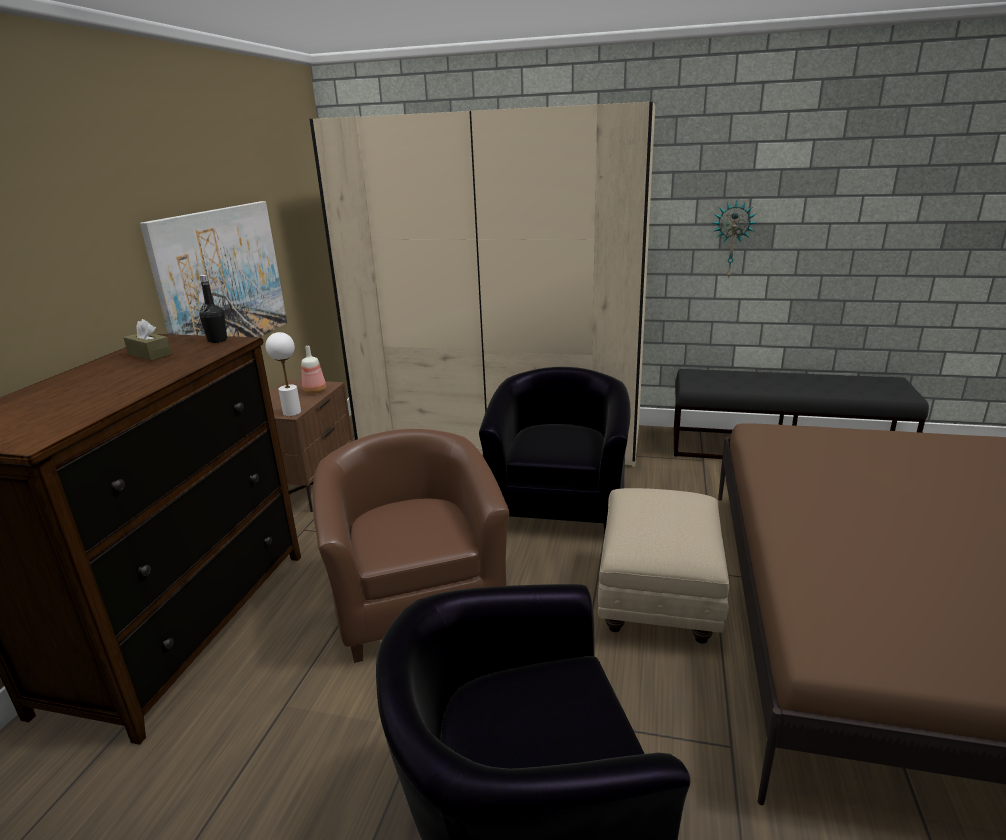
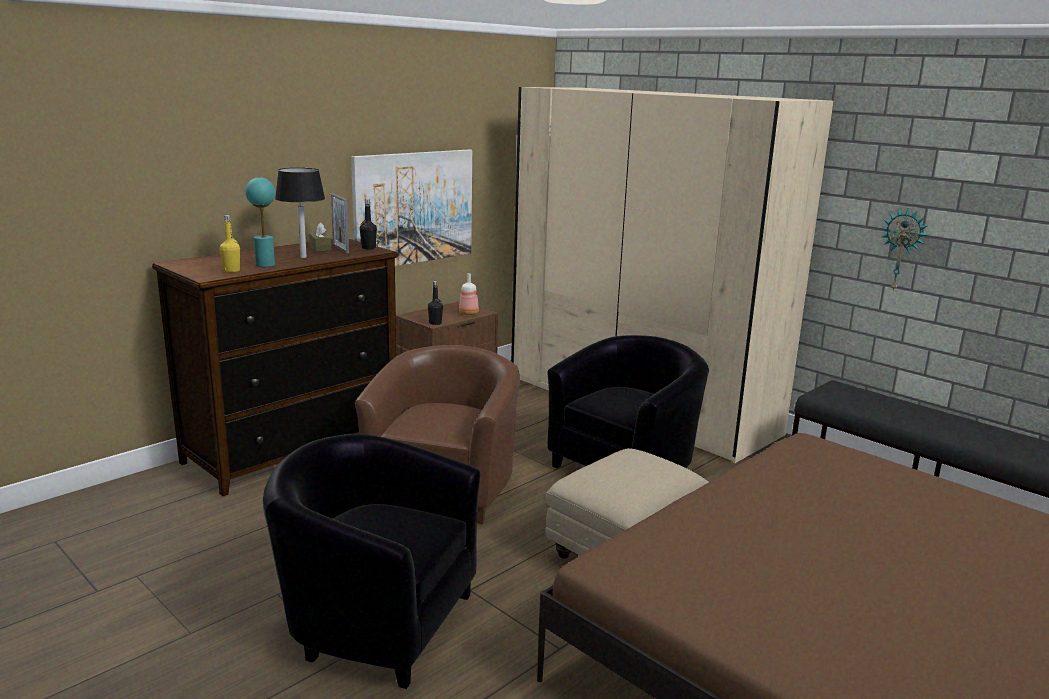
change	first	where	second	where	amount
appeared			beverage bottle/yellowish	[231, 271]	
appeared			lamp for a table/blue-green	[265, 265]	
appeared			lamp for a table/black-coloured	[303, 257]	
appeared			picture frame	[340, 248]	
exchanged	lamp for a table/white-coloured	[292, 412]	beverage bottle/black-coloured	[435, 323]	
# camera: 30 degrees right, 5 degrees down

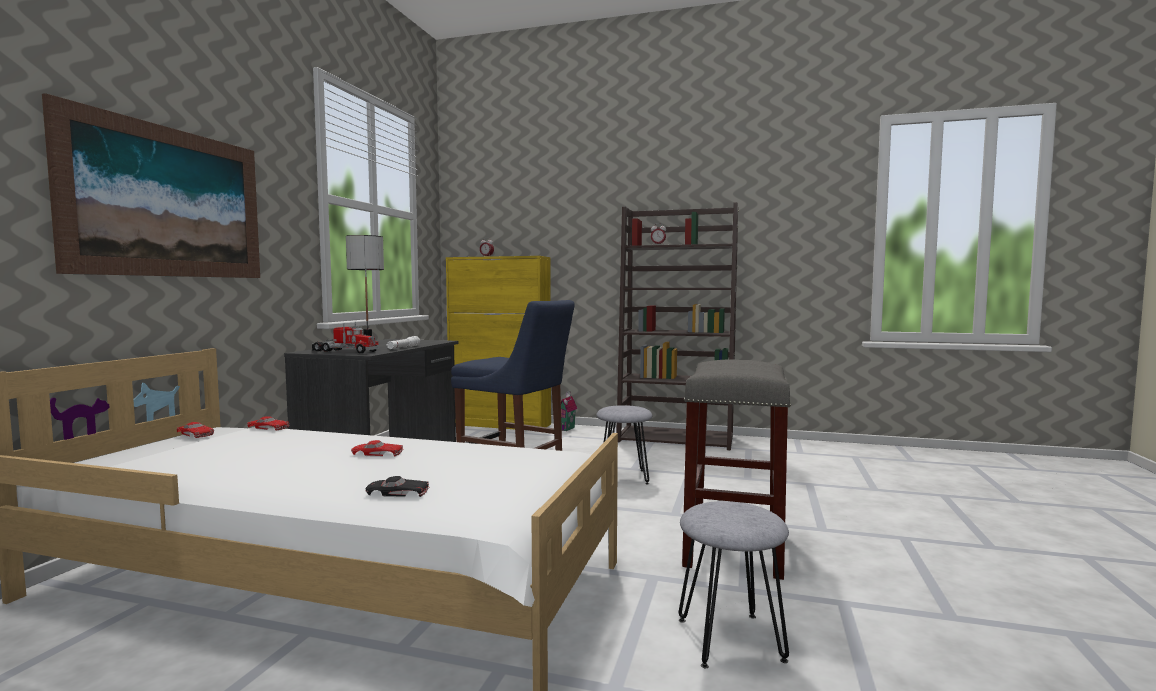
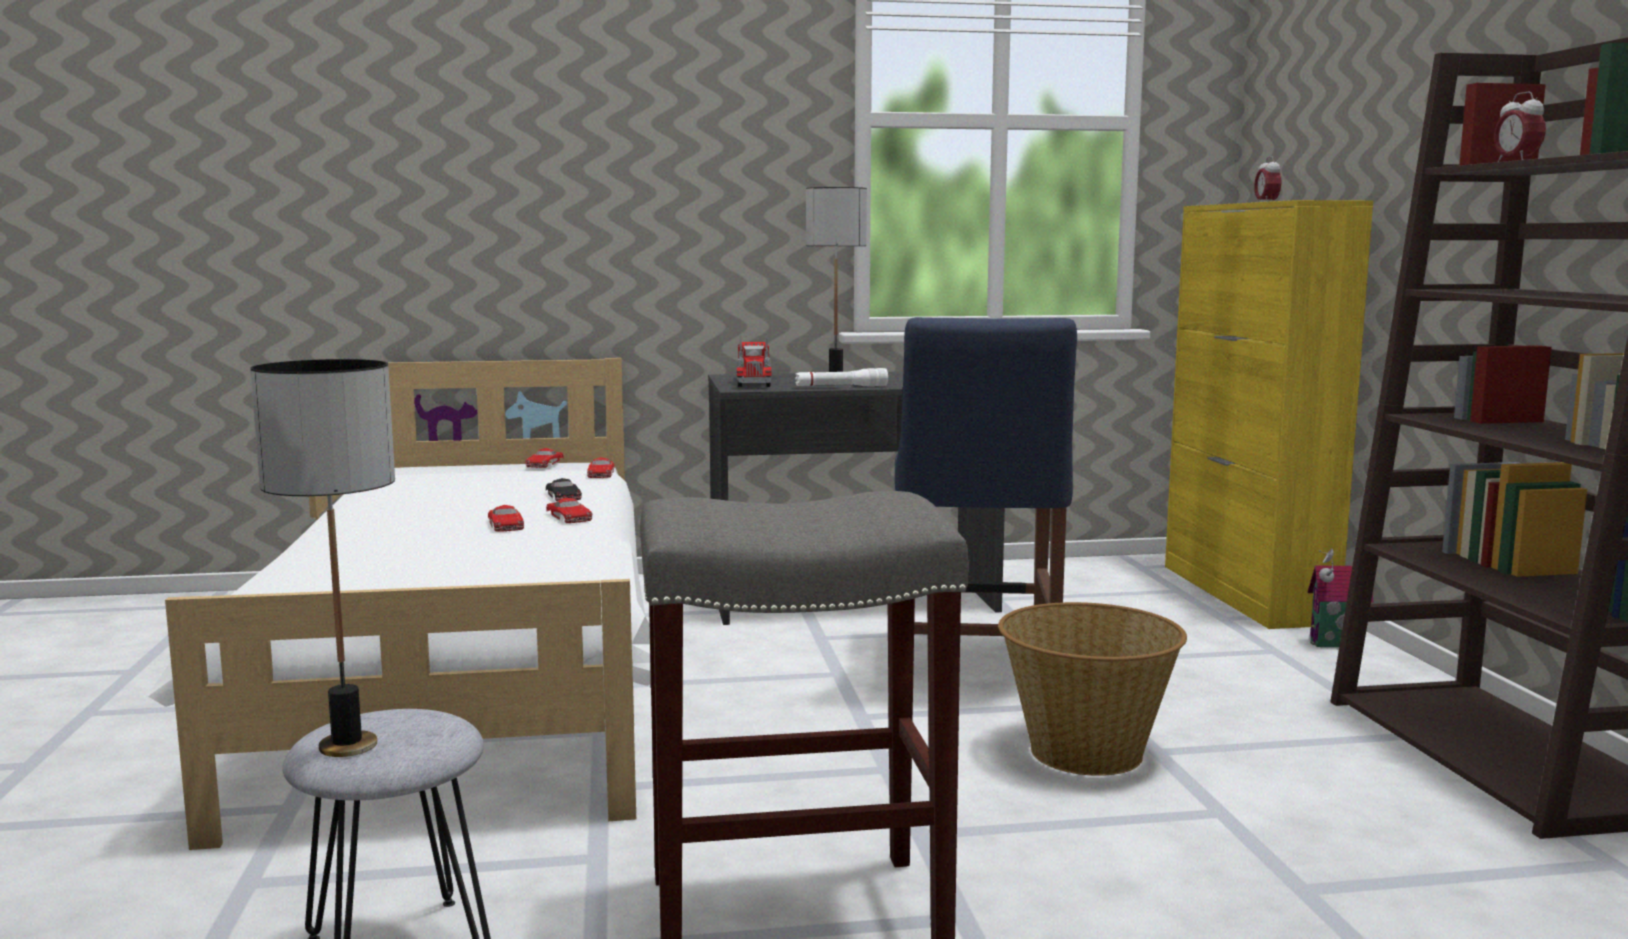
change	first	where	second	where	amount
appeared			lamp for a table	[347, 746]	
relocated	miniature car/black-coloured	[397, 493]		[563, 496]	
appeared			miniature car/red-coloured	[569, 517]	
exchanged	stool seat/gray	[623, 477]	basket	[1086, 752]	
missing	wall picture	[169, 202]			
# camera: 65 degrees right, 5 degrees up

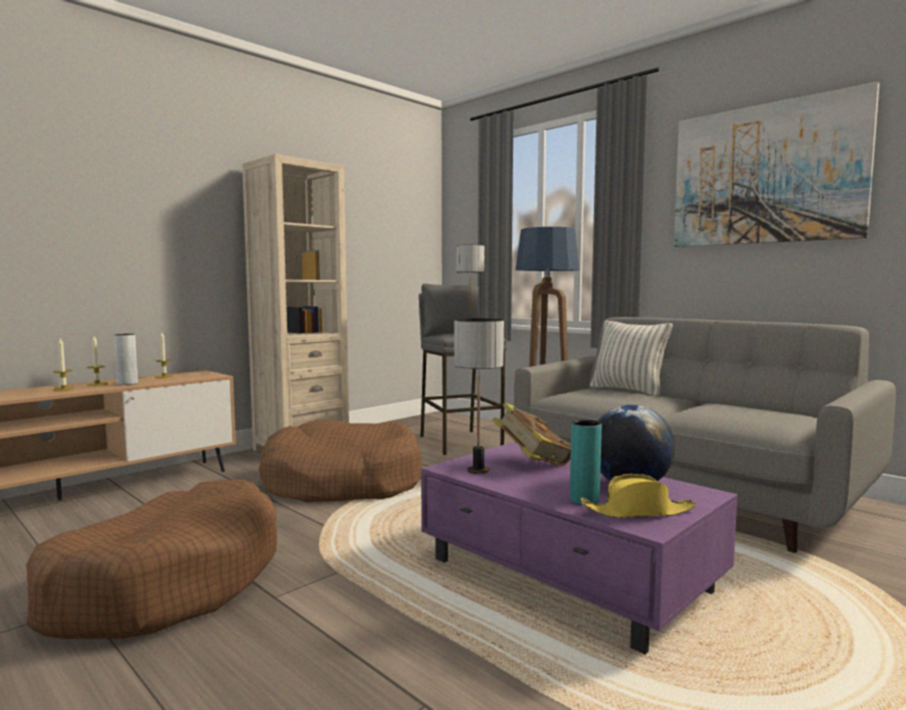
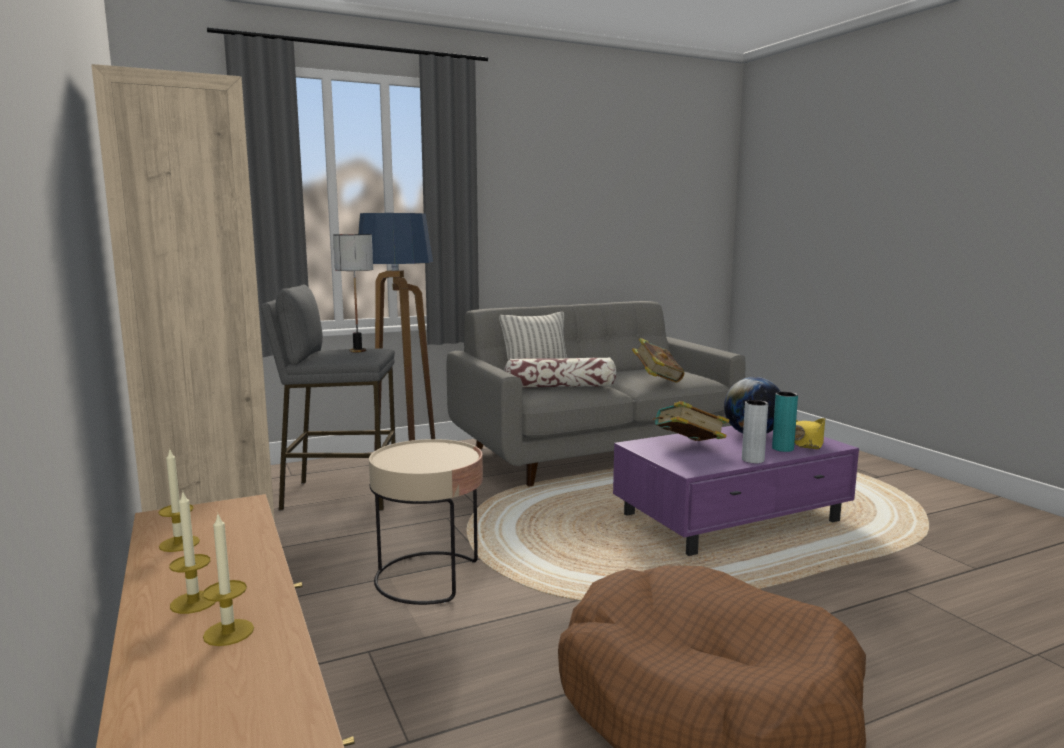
change	first	where	second	where	amount
exchanged	pet bed/brown	[342, 482]	side table/beige	[429, 577]	
appeared			pillow	[560, 386]	
appeared			book	[657, 380]	
relocated	decorative vase/gray	[127, 383]		[753, 460]	
missing	lamp for a table	[477, 471]			
missing	wall picture	[766, 174]			
# camera: 70 degrees left, 5 degrees up

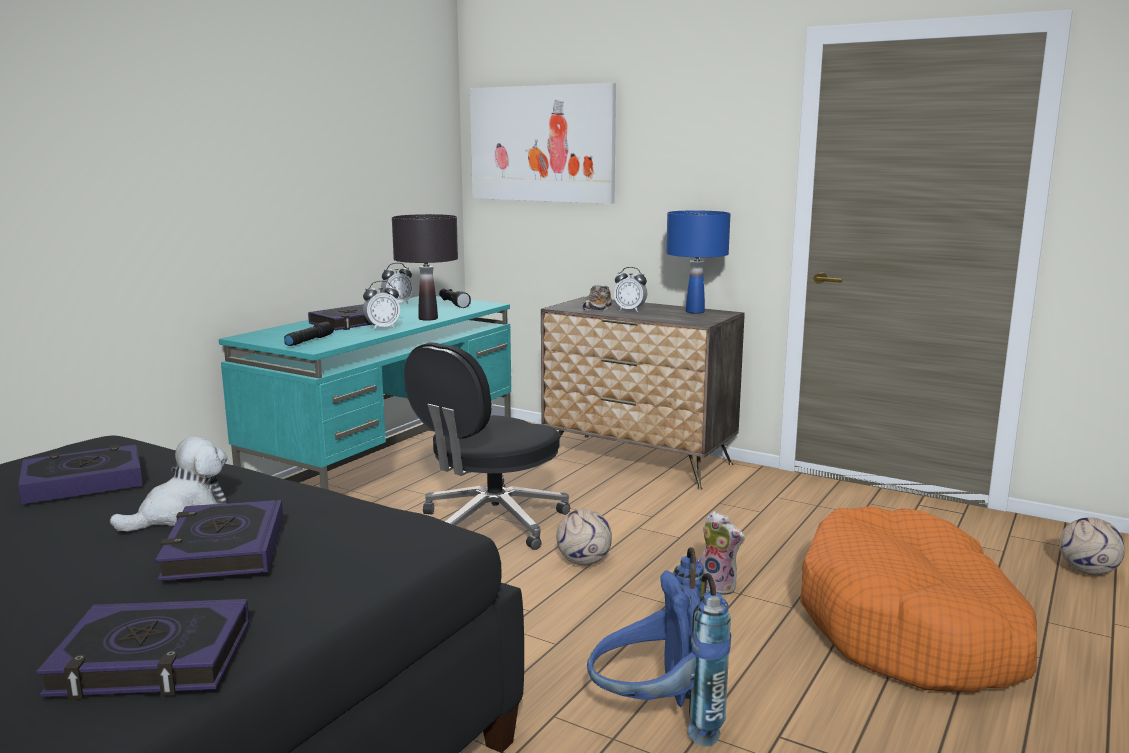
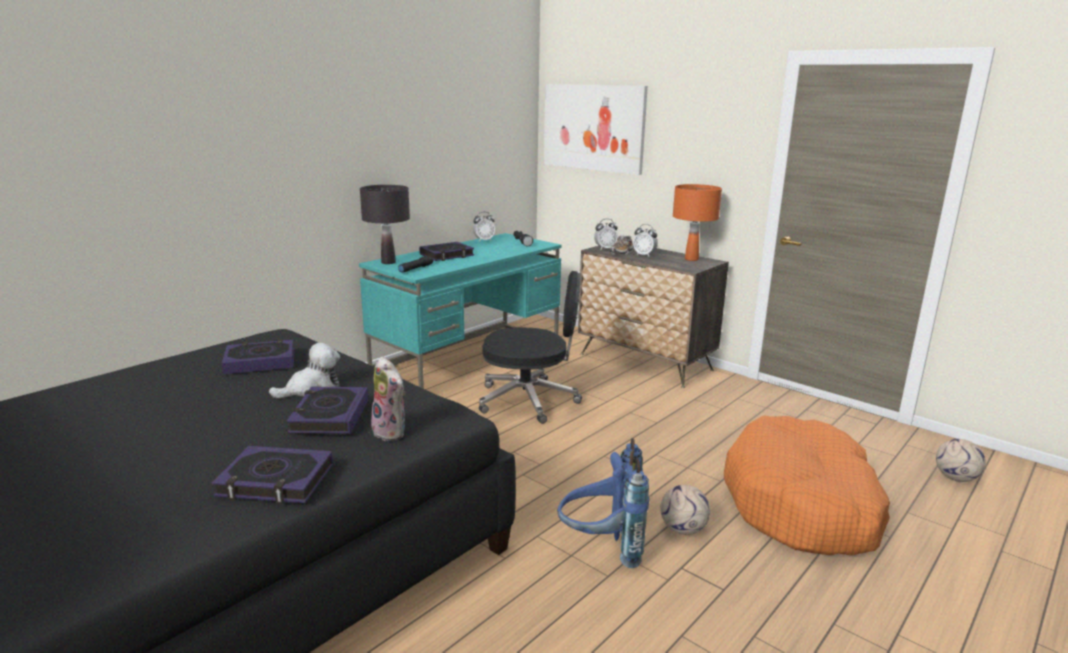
change	first	where	second	where	amount
relocated	lamp for a table/black-coloured	[428, 318]		[388, 262]	
relocated	soft toy	[719, 586]		[392, 432]	
spun	computer chair/black-coloured	[491, 523]		[529, 400]	135 degrees counterclockwise
relocated	bedside clock	[382, 328]		[605, 248]	
relocated	football ball	[584, 562]		[683, 529]	
colour	lamp for a table/blue	[695, 312]	lamp for a table/orange	[691, 259]	
# camera: 10 degrees right, 5 degrees up

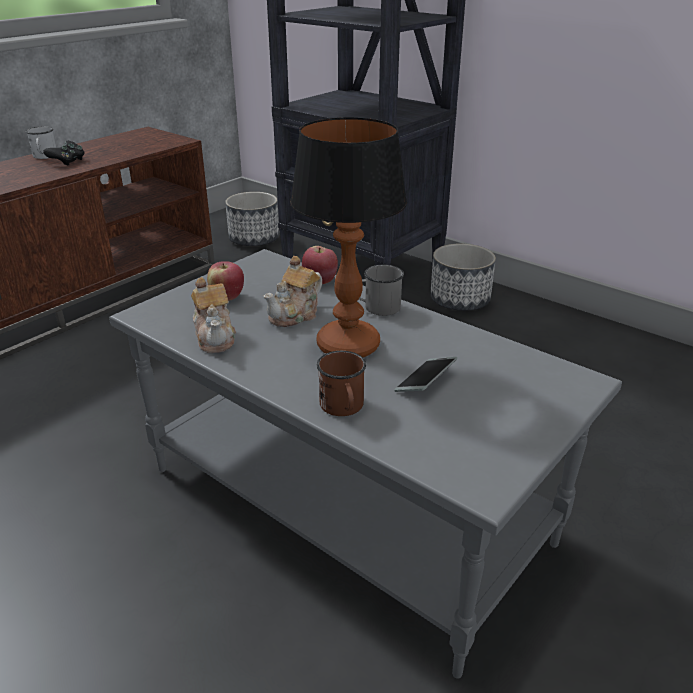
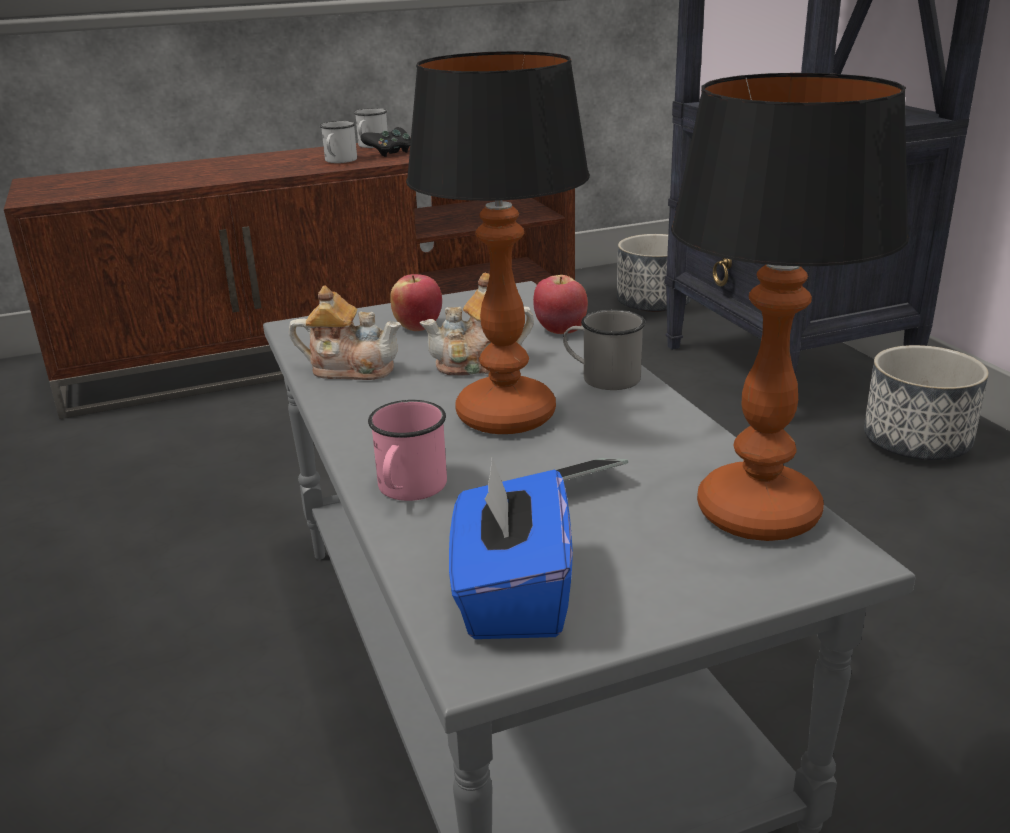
change	first	where	second	where	amount
spun	pot for tea	[215, 337]		[350, 369]	90 degrees counterclockwise
appeared			tea mug/white-coloured	[339, 161]	
colour	tea mug/brown	[343, 408]	tea mug/pinkish	[408, 490]	
appeared			box of tissues/blue	[511, 595]	
appeared			lamp for a table	[759, 514]	
# camera: 30 degrees right, 5 degrees down

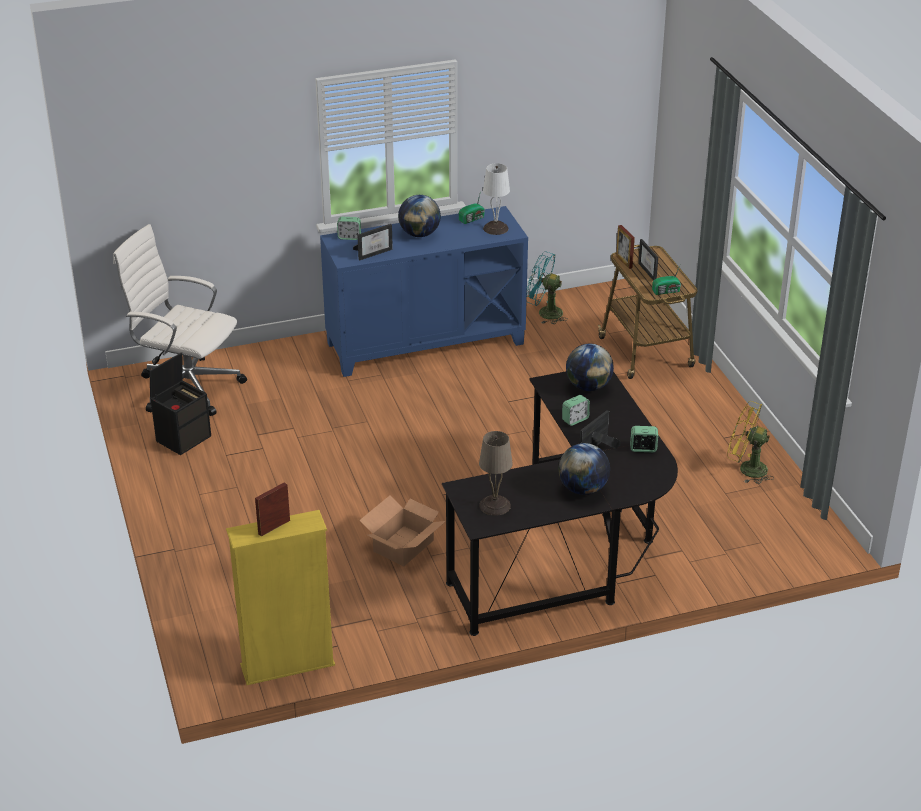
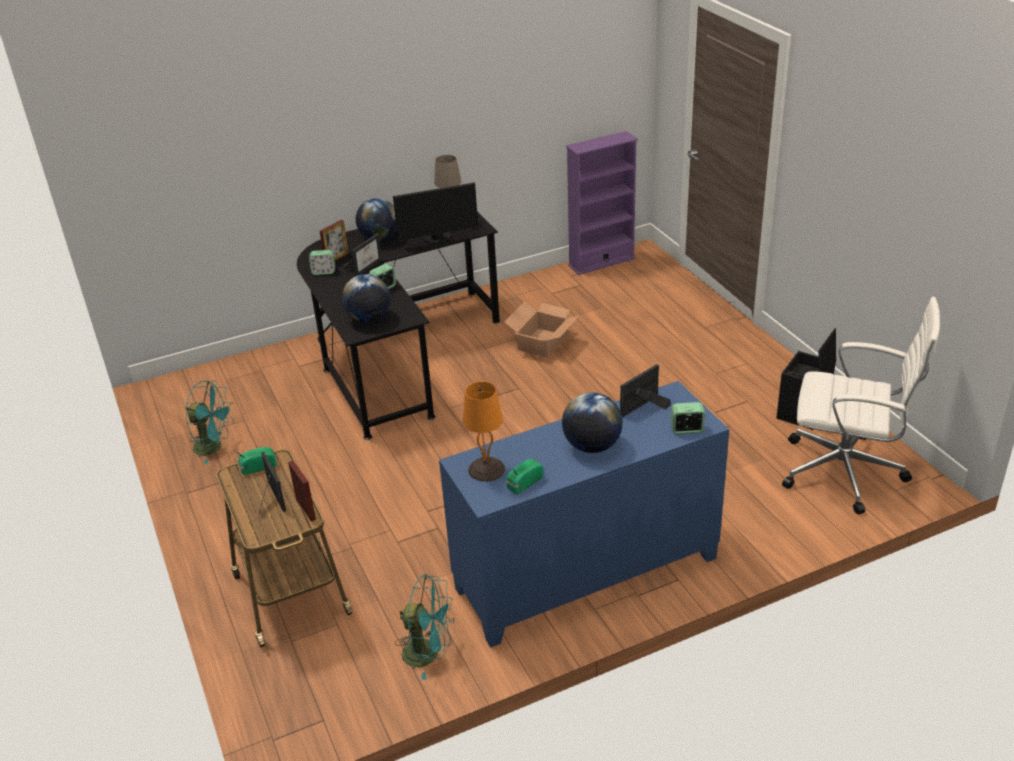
change	first	where	second	where	amount
colour	fan/yellowish	[746, 469]	fan/blue-green	[214, 447]	
relocated	picture frame	[274, 527]		[337, 258]	
appeared			computer screen	[438, 238]	
colour	lamp for a table/white-coloured	[495, 228]	lamp for a table/orange	[487, 469]	
colour	bookshelf/yellowish	[287, 665]	bookshelf/purple	[601, 262]	
# camera: 175 degrees right, 0 degrees up

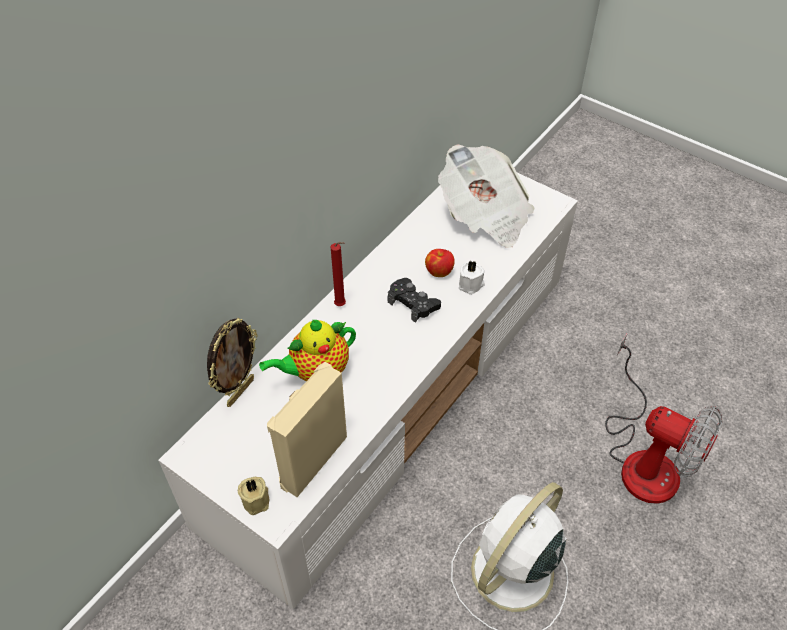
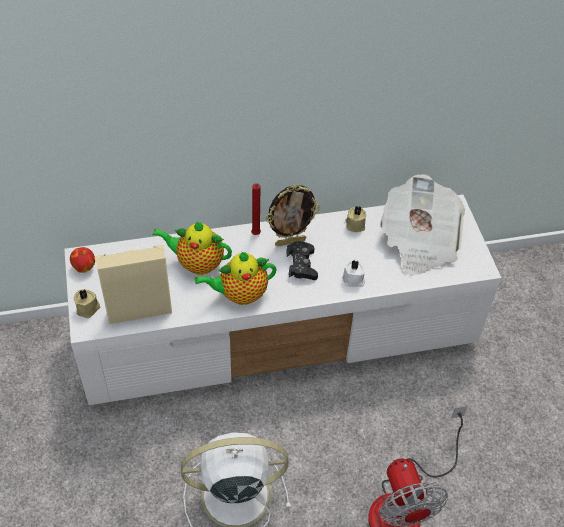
change	first	where	second	where	amount
relocated	apple fruit	[439, 271]		[84, 267]	
appeared			pot for tea	[240, 294]	
relocated	picture frame	[239, 391]		[290, 241]	
appeared			wax candle/beige	[355, 224]	
# camera: 40 degrees right, 0 degrees up

